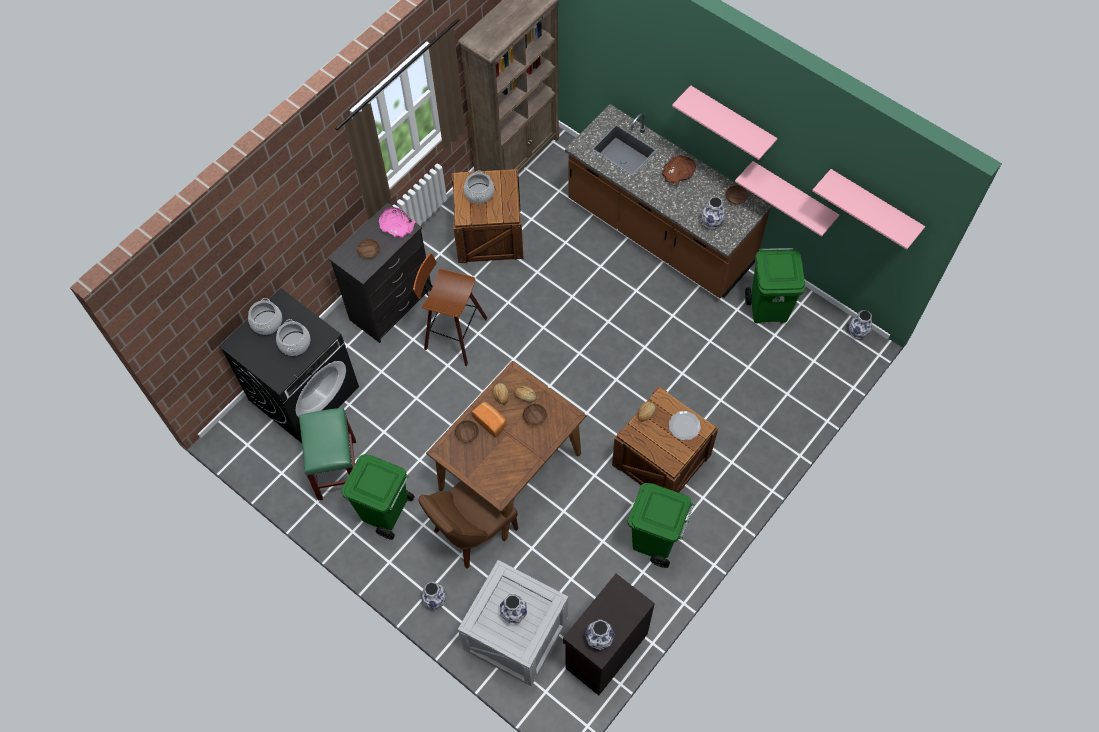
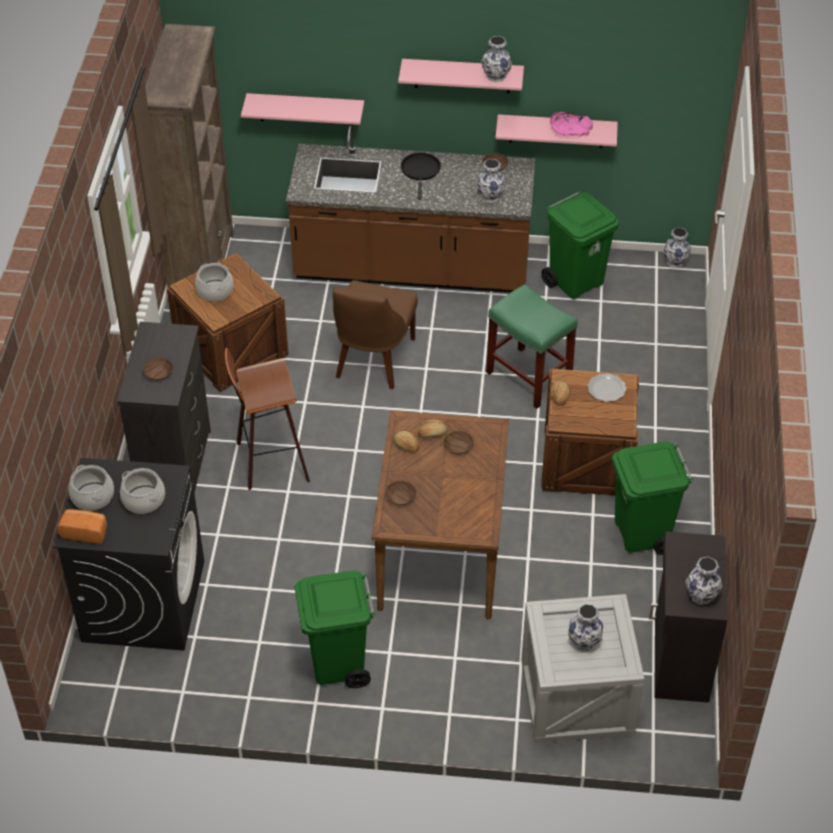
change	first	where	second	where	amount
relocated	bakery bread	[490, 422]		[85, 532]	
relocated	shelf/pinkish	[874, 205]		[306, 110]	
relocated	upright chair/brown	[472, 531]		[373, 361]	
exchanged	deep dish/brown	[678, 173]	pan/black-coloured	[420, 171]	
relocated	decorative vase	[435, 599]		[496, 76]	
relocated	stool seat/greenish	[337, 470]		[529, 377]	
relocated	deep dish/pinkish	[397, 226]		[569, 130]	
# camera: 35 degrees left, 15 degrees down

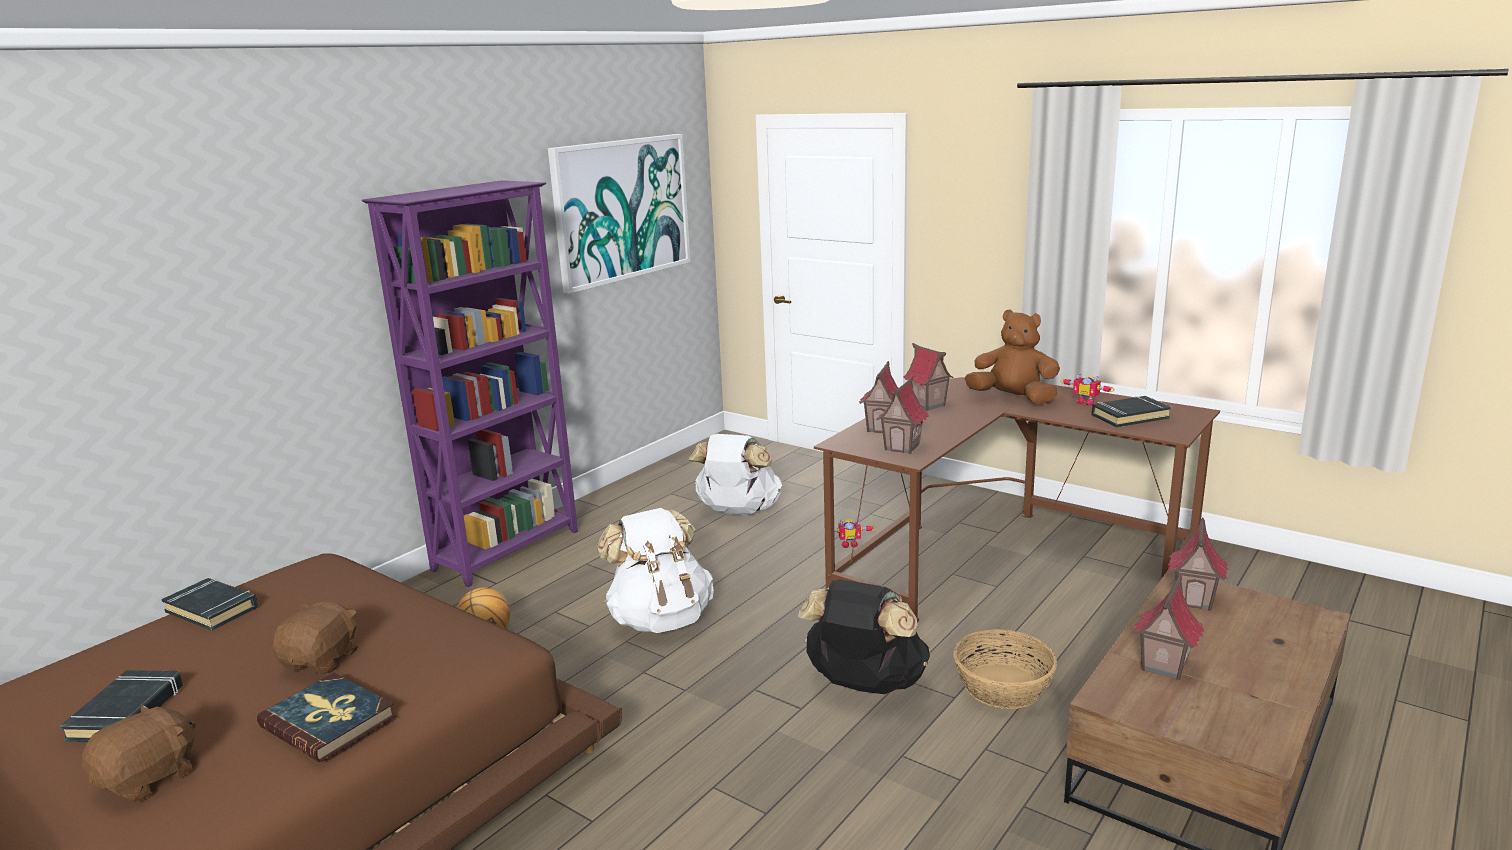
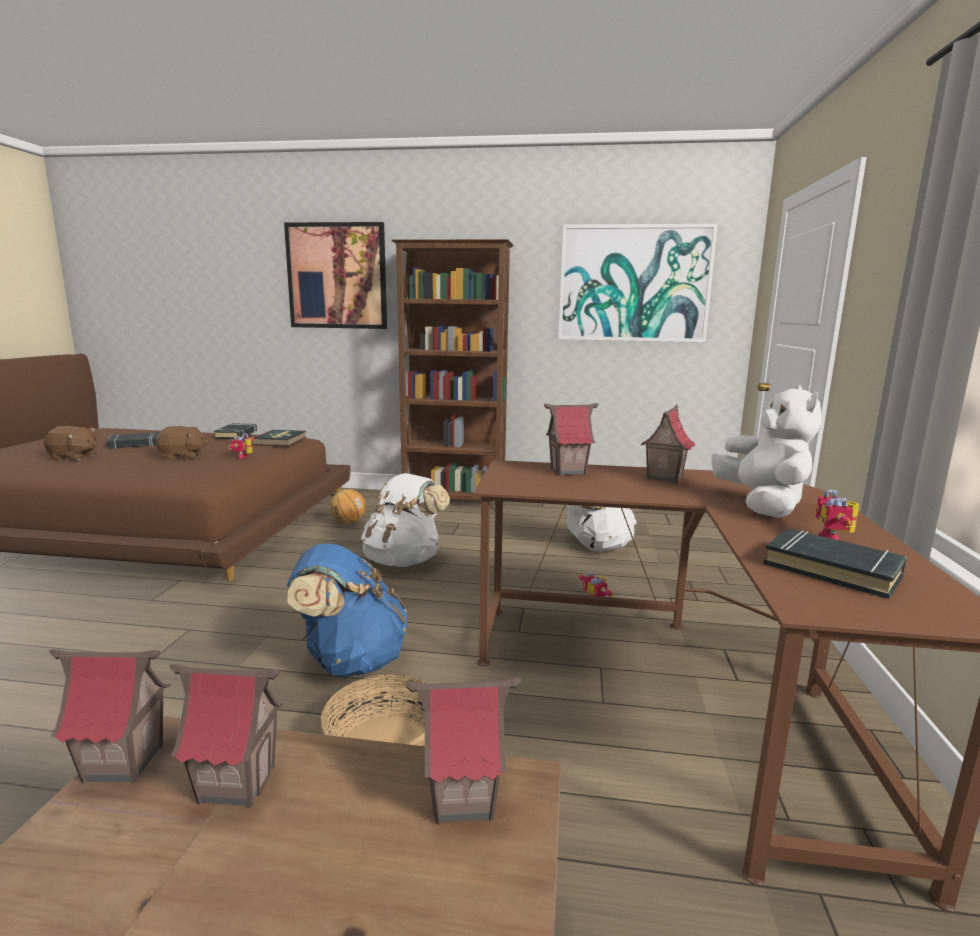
change	first	where	second	where	amount
relocated	model house	[902, 447]		[123, 764]	
appeared			model robot	[245, 457]	
relocated	book	[329, 721]		[280, 441]	
appeared			wall picture	[337, 276]	
colour	backpack/black-coloured	[864, 685]	backpack/blue	[351, 661]	
colour	bookshelf/purple	[509, 550]	bookshelf/brown	[455, 501]	
colour	soft toy/brown	[1013, 399]	soft toy/white-coloured	[762, 505]	
# camera: 60 degrees right, 5 degrees down

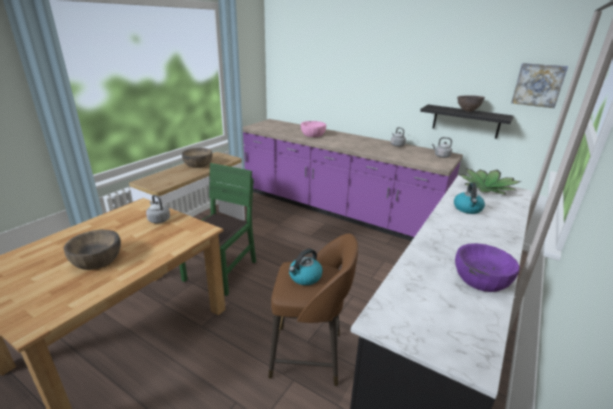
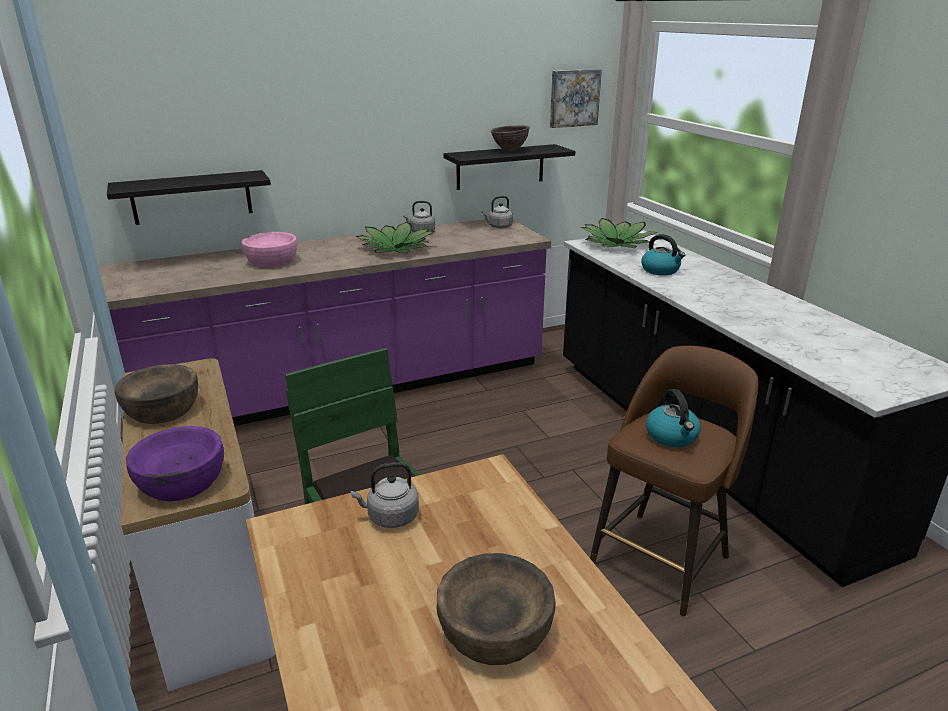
change	first	where	second	where	amount
appeared			shelf/black-coloured	[191, 197]	
relocated	deep dish/purple	[481, 279]		[182, 481]	
appeared			potted plant	[396, 248]	
# camera: 55 degrees left, 0 degrees up

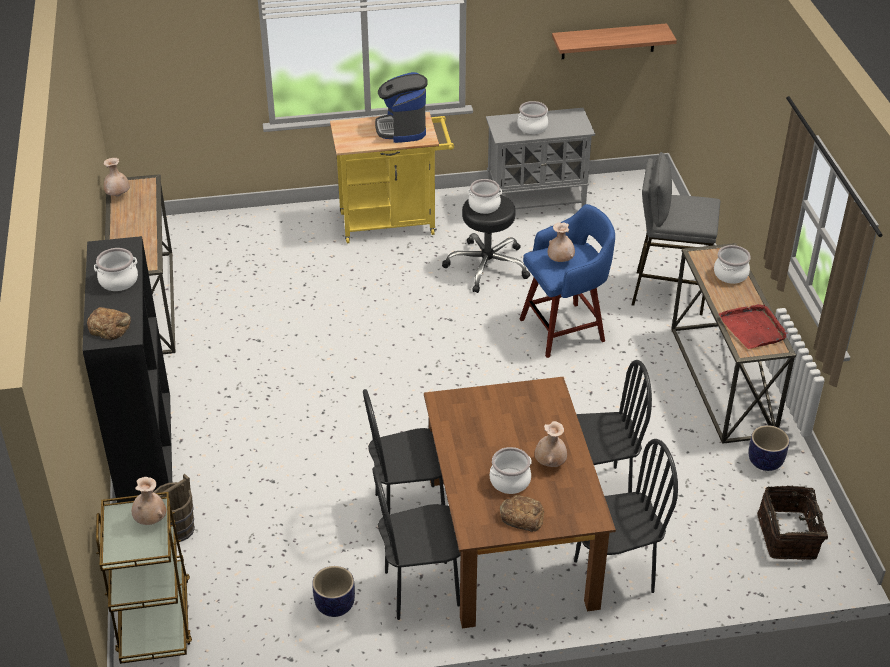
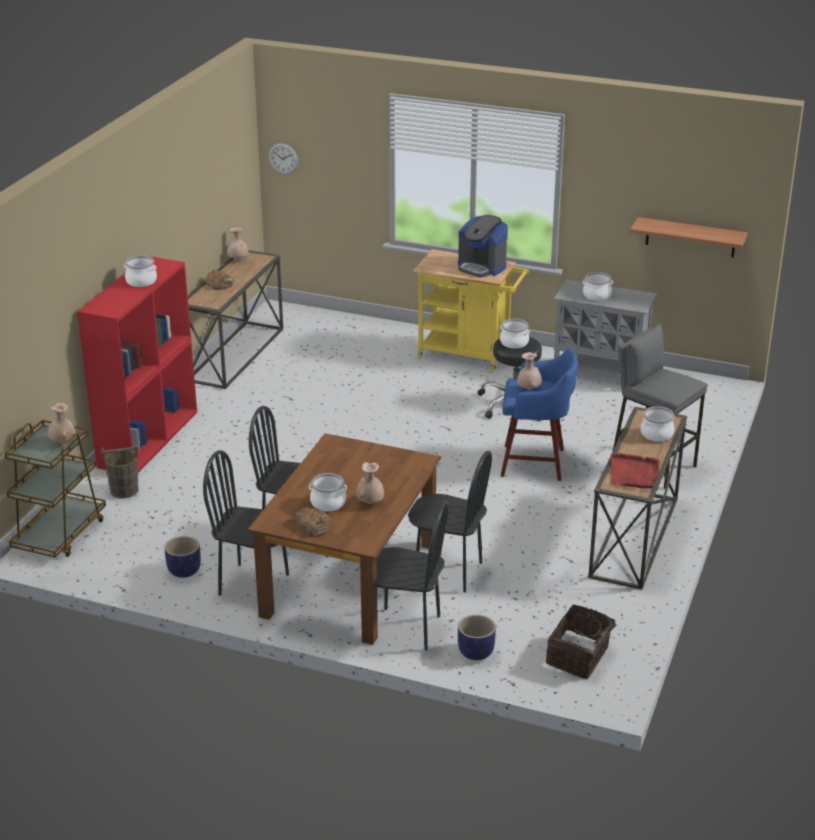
change	first	where	second	where	amount
colour	bookshelf/black-coloured	[144, 450]	bookshelf/red-coloured	[148, 438]	
relocated	bakery bread	[109, 327]		[219, 283]	
appeared			wall clock	[283, 158]	
spun	coffee maker	[402, 128]		[481, 267]	75 degrees counterclockwise
relocated	planter	[765, 462]		[475, 652]	
# camera: 30 degrees right, 10 degrees down

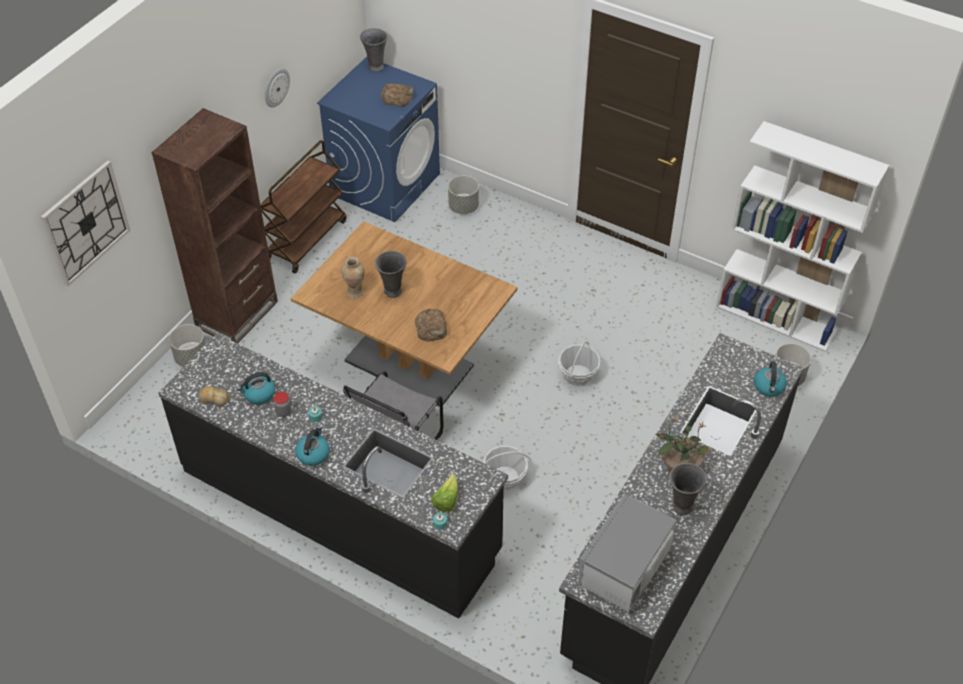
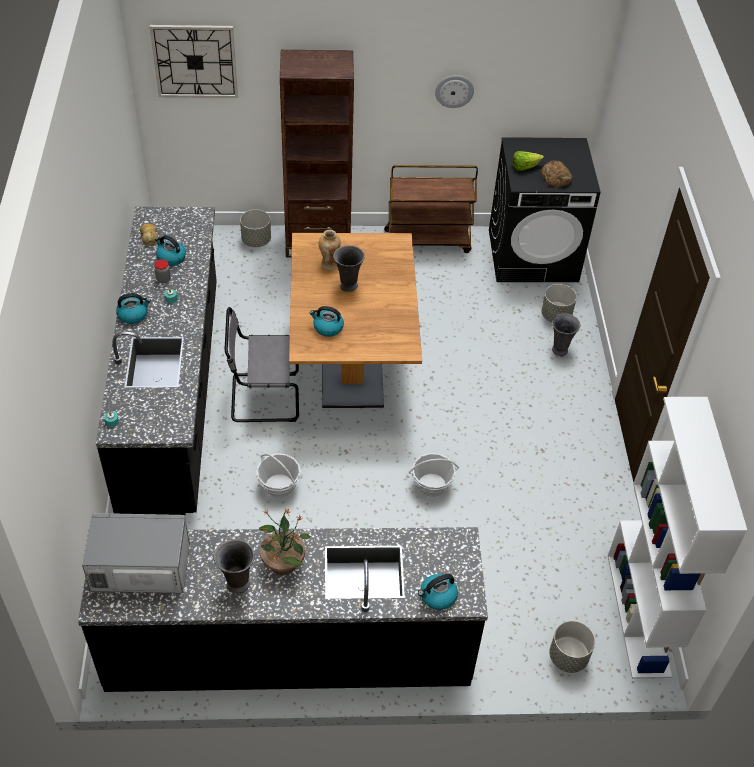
change	first	where	second	where	amount
exchanged	bakery bread	[431, 328]	kettle	[327, 328]	
colour	laundry appliance/blue	[385, 184]	laundry appliance/black-coloured	[533, 255]	
relocated	lettuce head	[446, 500]		[525, 167]	
relocated	decorative vase/gray	[375, 67]		[560, 349]	
# camera: 55 degrees right, 0 degrees up

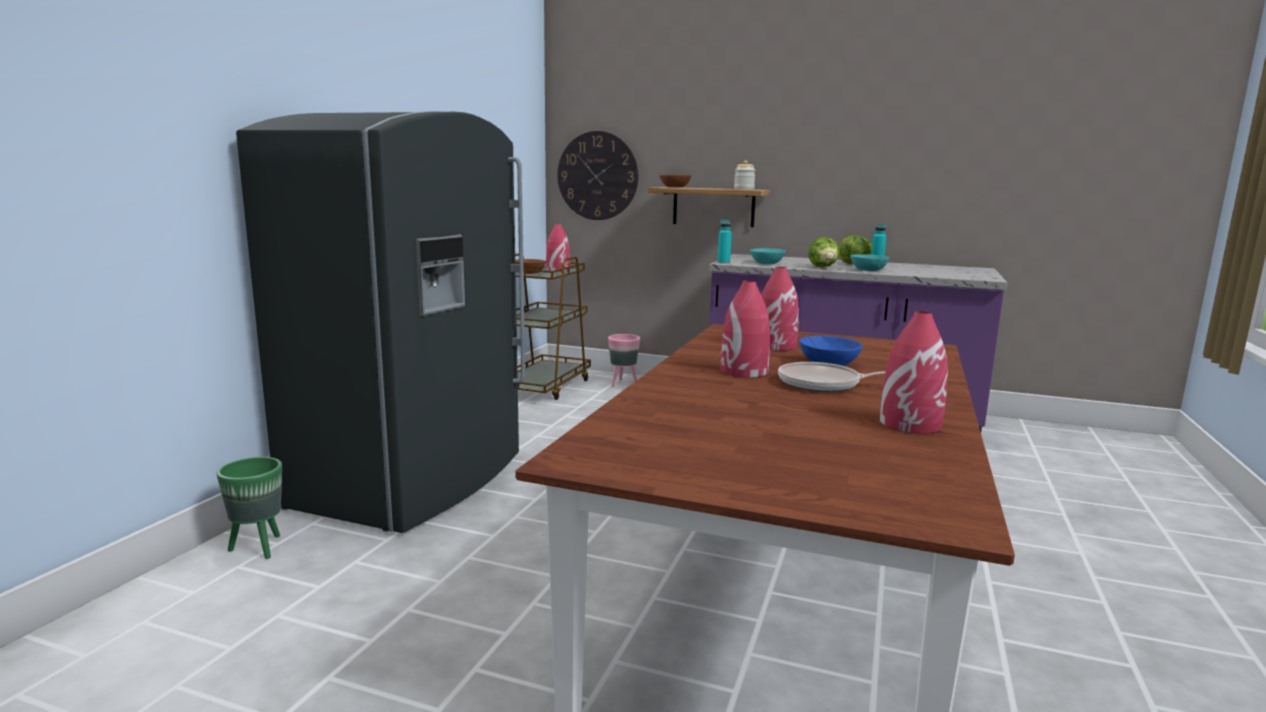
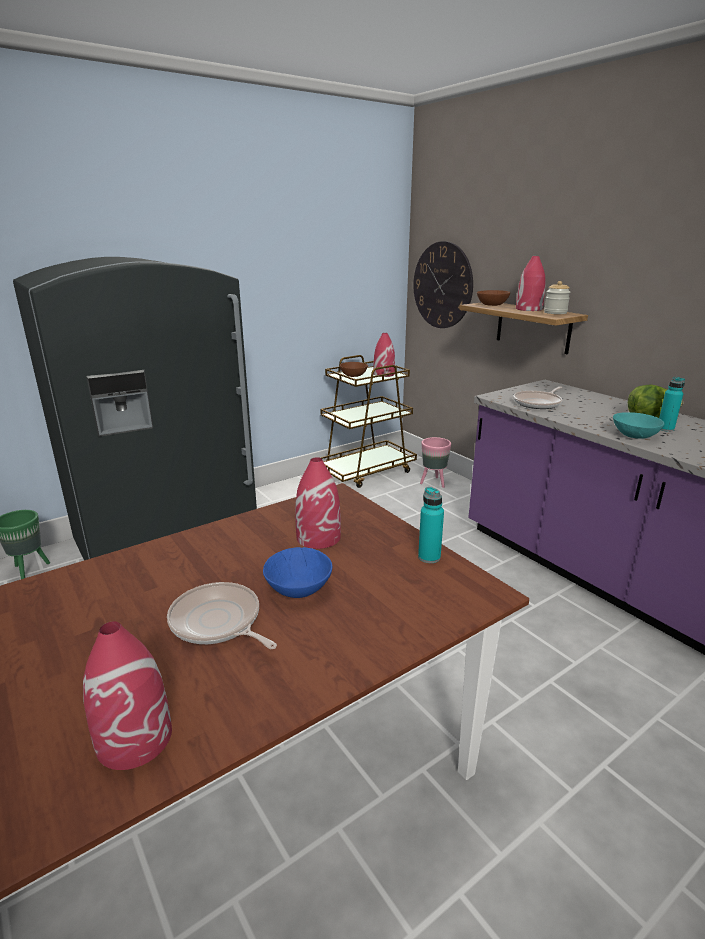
change	first	where	second	where	amount
relocated	beverage bottle/blue-green	[723, 262]		[429, 557]	
exchanged	deep dish/blue-green	[767, 263]	pan	[538, 403]	
relocated	decorative vase/red-coloured	[744, 371]		[528, 309]	
missing	lettuce head	[823, 268]			
# camera: 35 degrees right, 10 degrees up

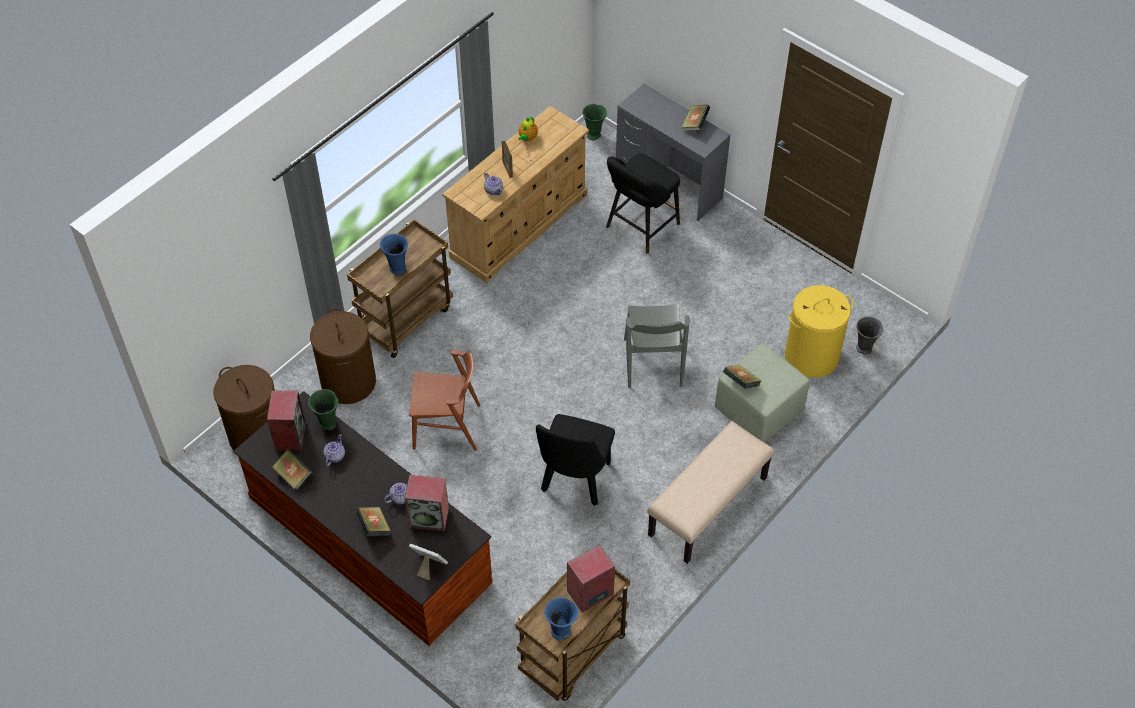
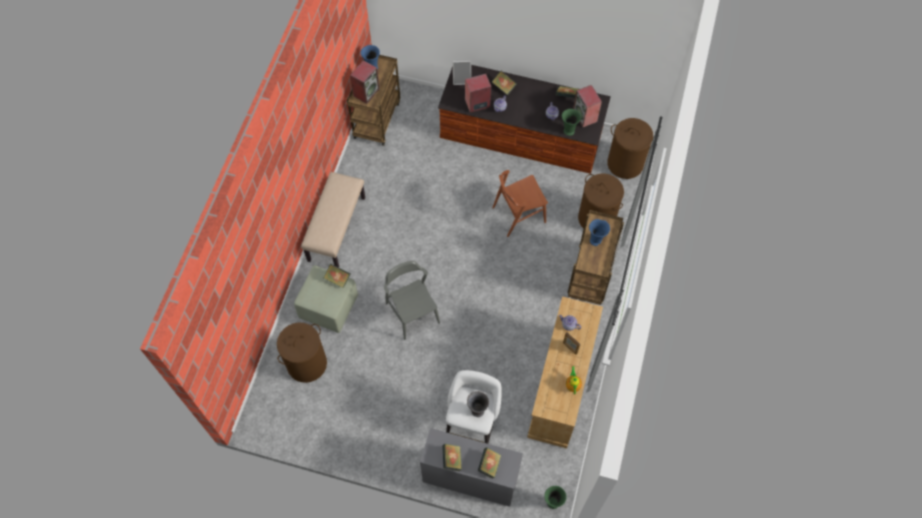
change	first	where	second	where	amount
colour	hamper/yellowish	[811, 356]	hamper/brown	[307, 364]	
colour	stool seat/black-coloured	[640, 228]	stool seat/white-coloured	[472, 423]	
relocated	decorative vase/gray	[864, 349]		[477, 411]	
appeared			book	[489, 465]	
missing	upright chair/black-coloured	[574, 482]			
# camera: 155 degrees right, 10 degrees up

